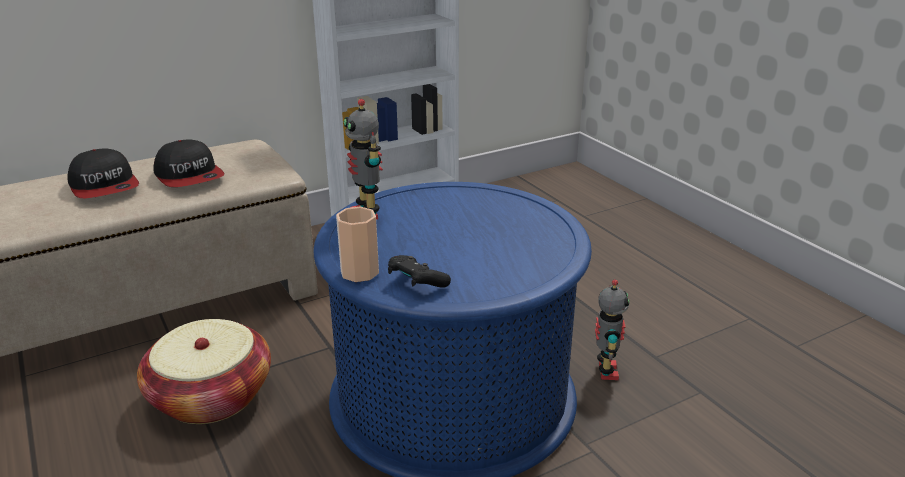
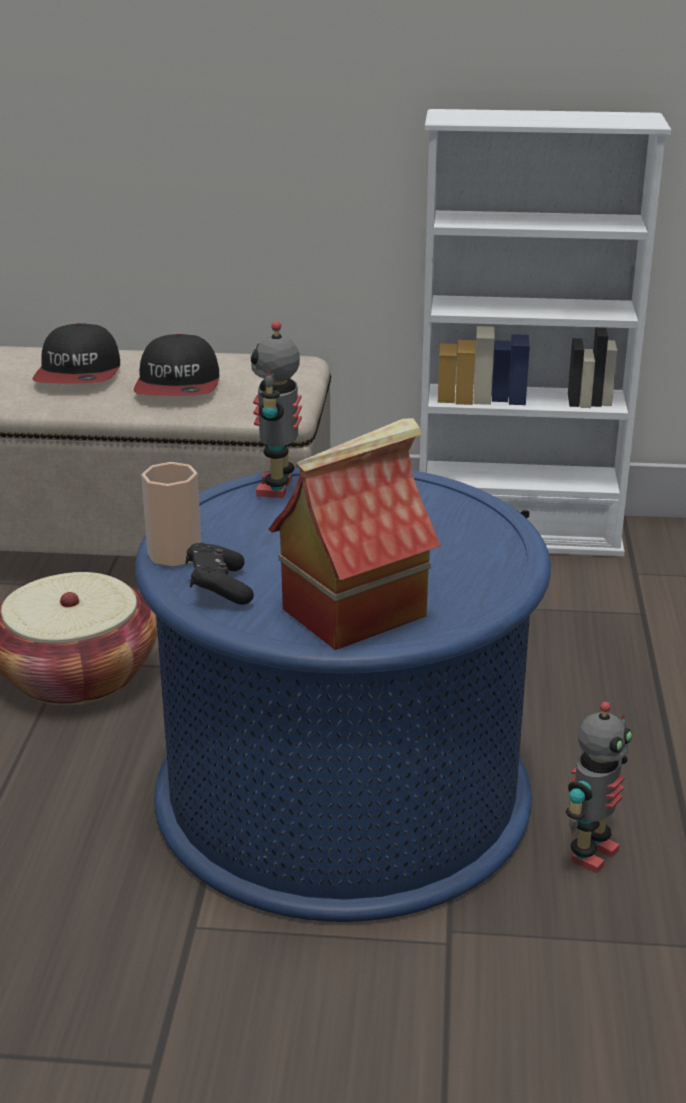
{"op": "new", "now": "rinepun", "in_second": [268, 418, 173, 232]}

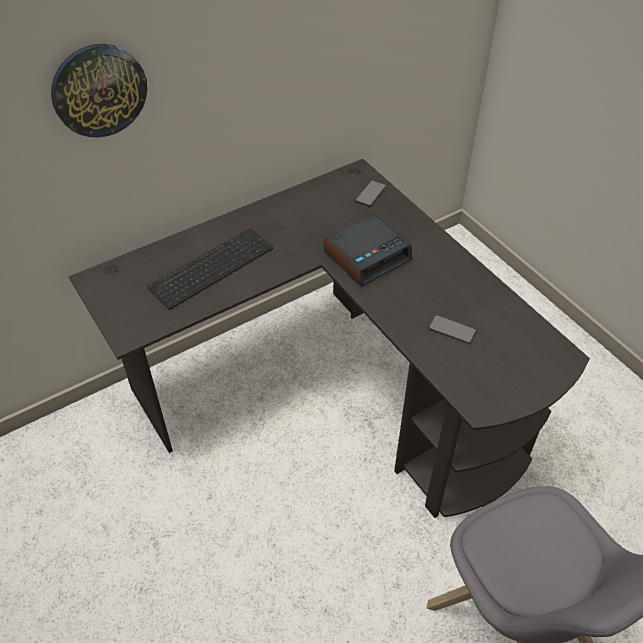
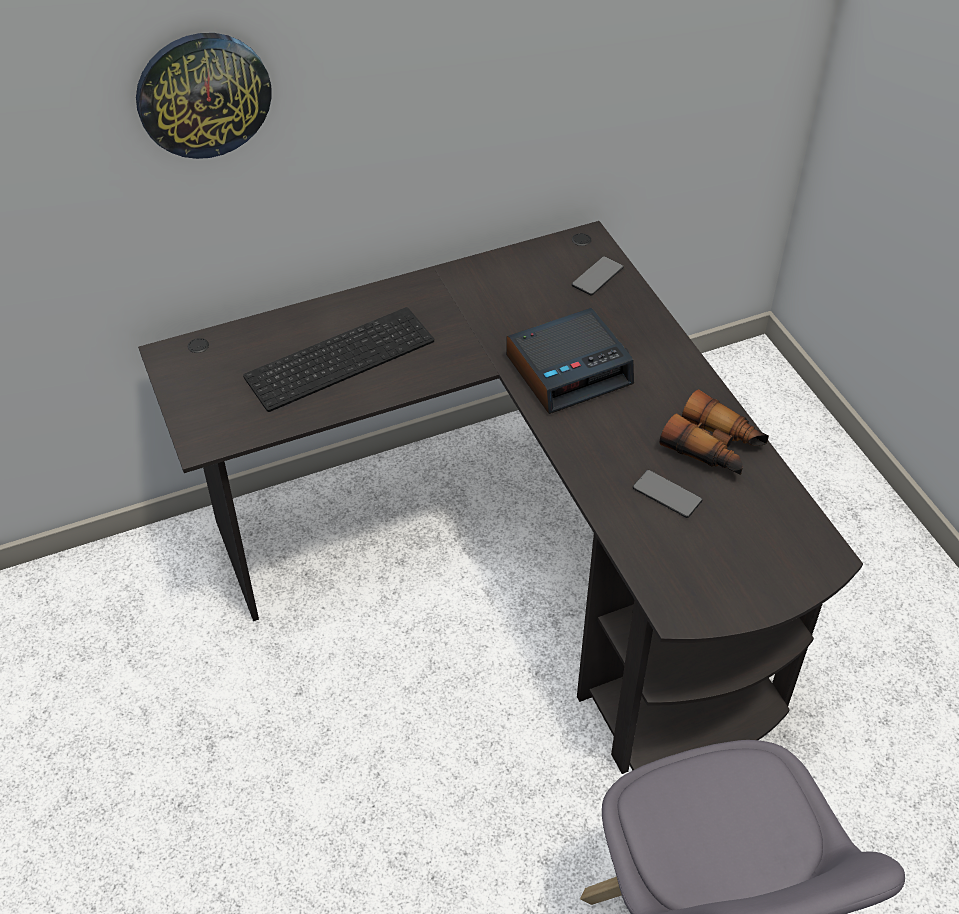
{"op": "new", "now": "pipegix", "in_second": [660, 389, 109, 86]}

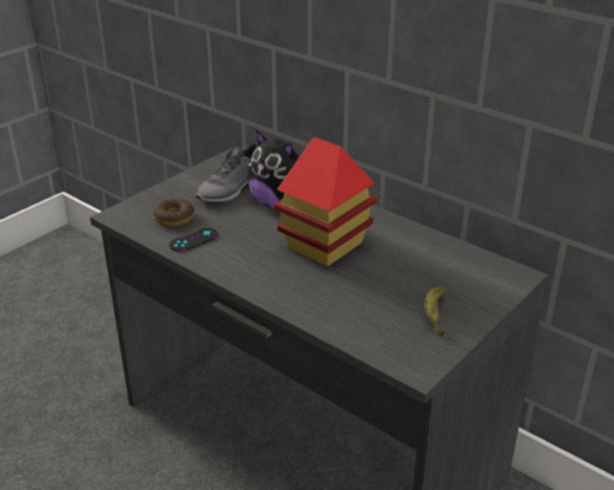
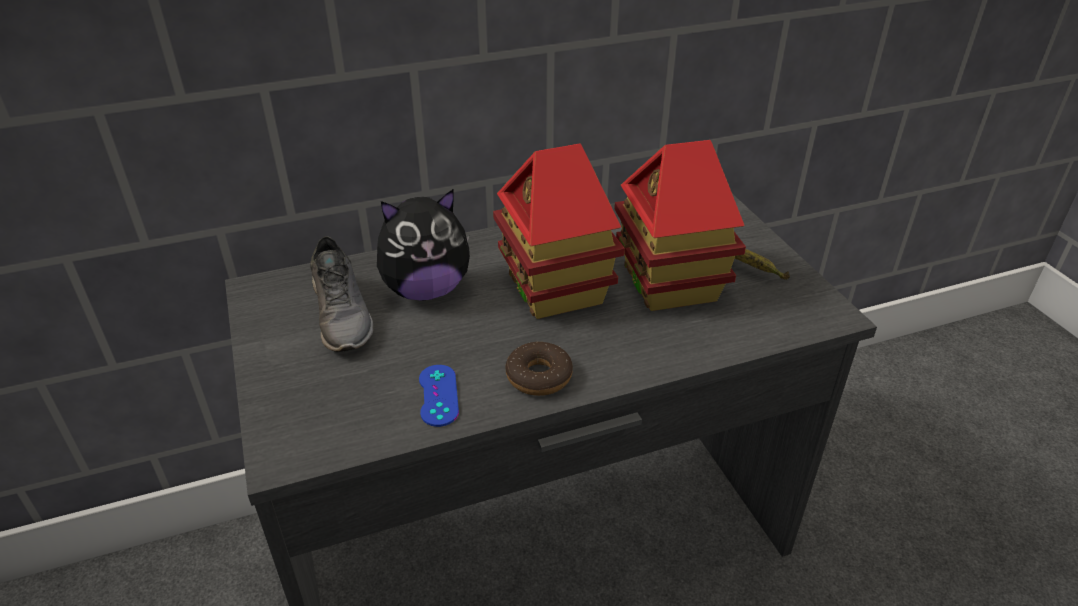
{"op": "repainted", "was": "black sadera", "now": "blue sadera", "in_first": [169, 228, 49, 24], "in_second": [419, 365, 40, 62]}
{"op": "shifted", "was": "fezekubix", "in_first": [153, 198, 41, 29], "in_second": [505, 342, 68, 54]}
{"op": "new", "now": "rinepun", "in_second": [614, 140, 132, 171]}

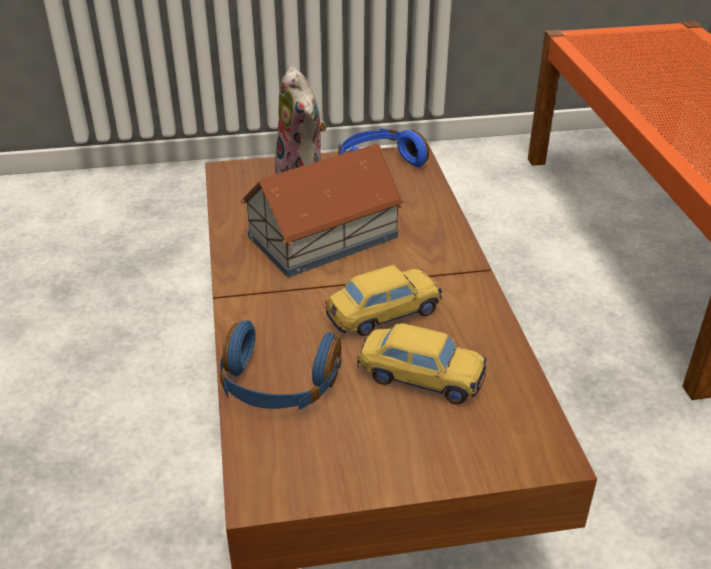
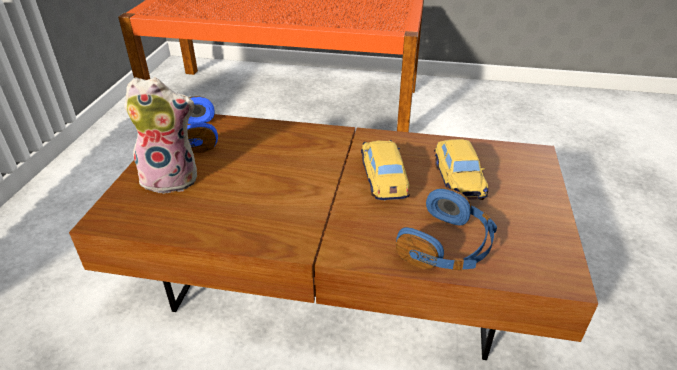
{"op": "rotated", "was": "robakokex", "in_first": [357, 323, 129, 81], "in_second": [434, 139, 54, 61], "clockwise": 135}
{"op": "gone", "was": "rinepun", "in_first": [241, 144, 164, 133]}

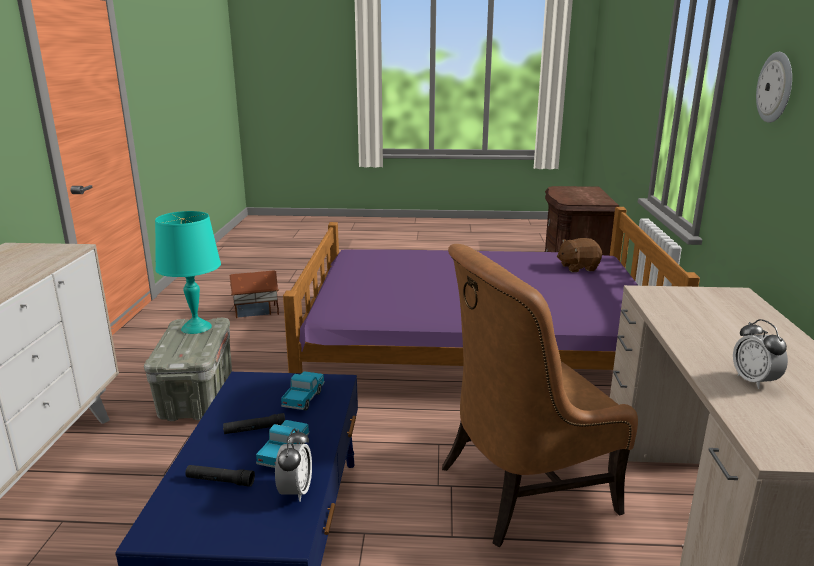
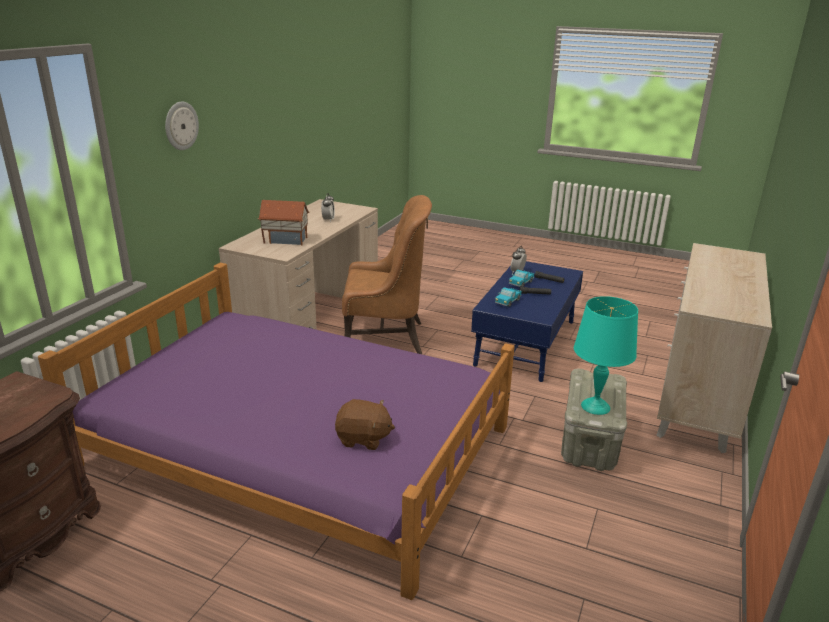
{"op": "shifted", "was": "rinepun", "in_first": [230, 270, 49, 48], "in_second": [258, 200, 51, 45]}
{"op": "shifted", "was": "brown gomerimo", "in_first": [557, 238, 45, 34], "in_second": [335, 399, 60, 51]}

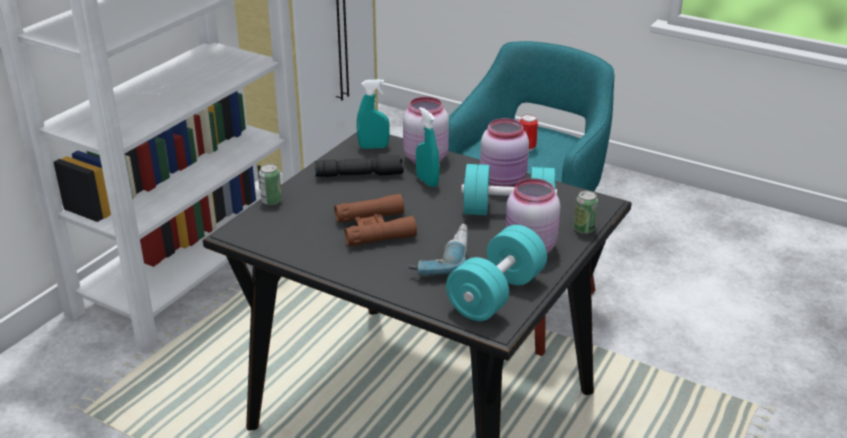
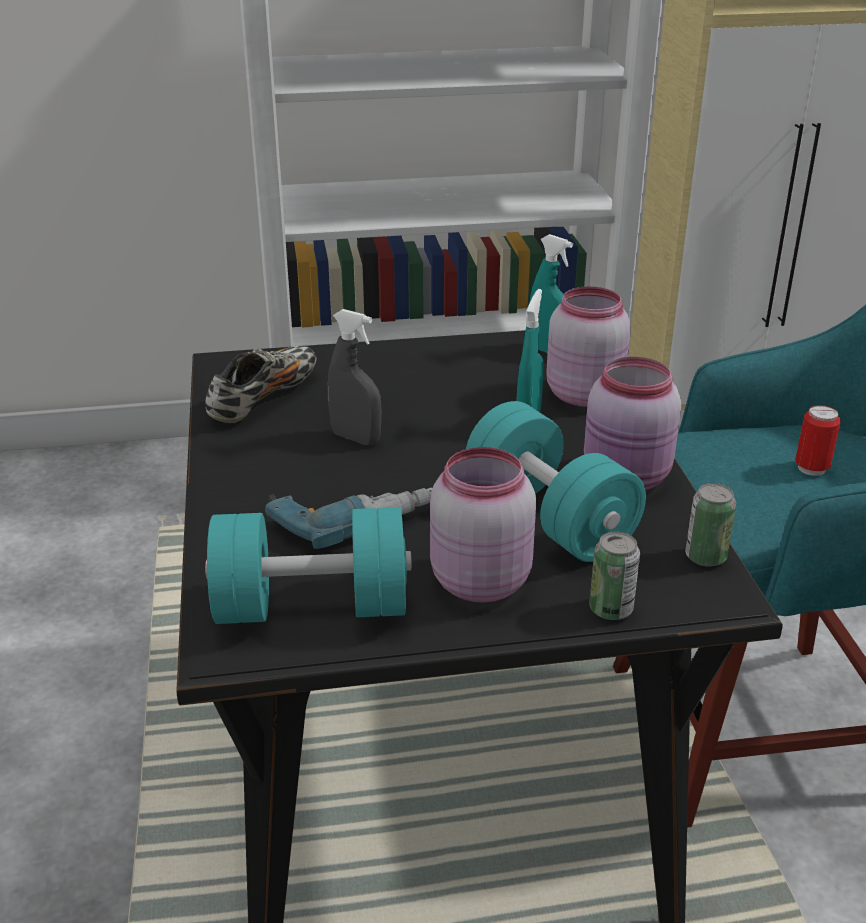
{"op": "new", "now": "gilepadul", "in_second": [205, 346, 112, 77]}
{"op": "swapped", "was": "brown pipegix", "now": "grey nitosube", "in_first": [334, 194, 83, 52], "in_second": [328, 309, 54, 136]}
{"op": "shifted", "was": "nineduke", "in_first": [259, 164, 23, 41], "in_second": [685, 483, 51, 84]}
{"op": "gone", "was": "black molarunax", "in_first": [315, 155, 89, 22]}

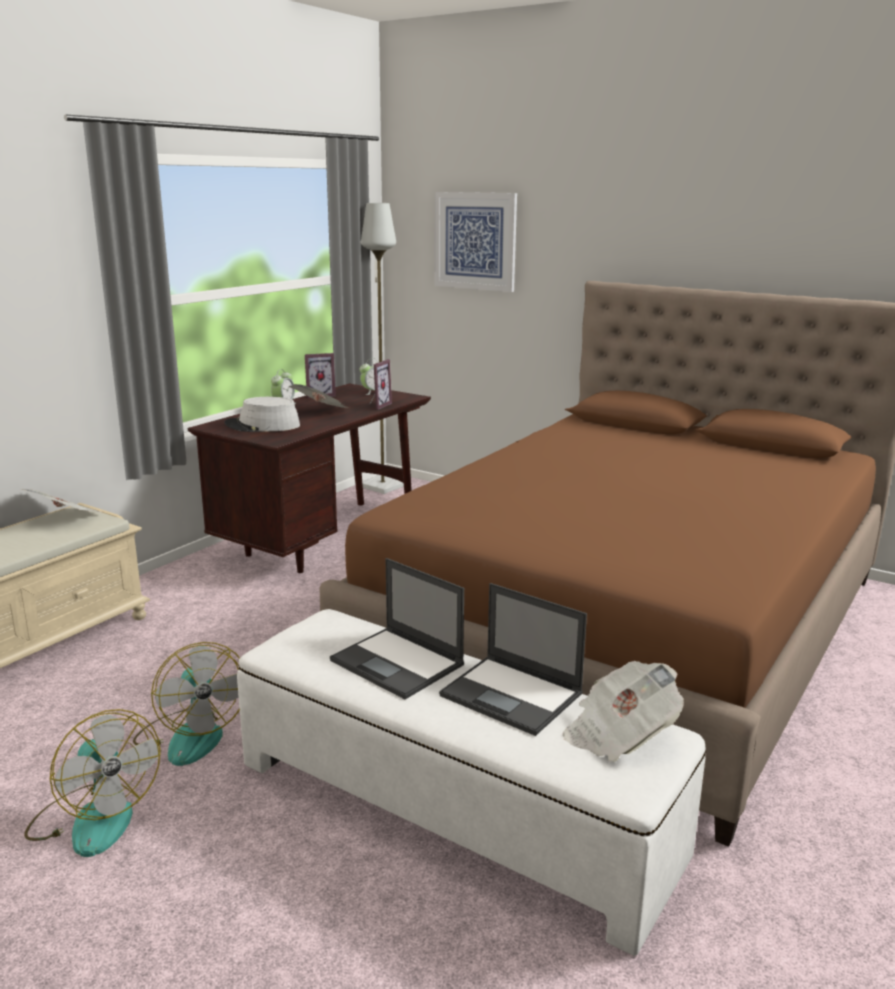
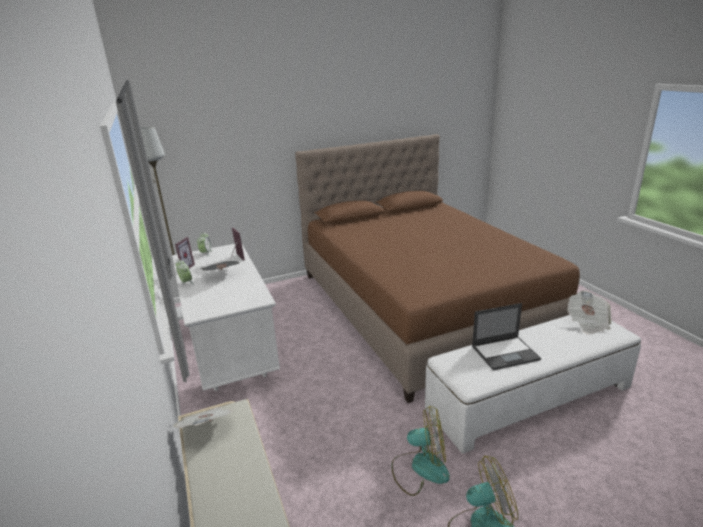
{"op": "repainted", "was": "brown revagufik", "now": "white revagufik", "in_first": [188, 384, 243, 189], "in_second": [172, 244, 108, 147]}
{"op": "gone", "was": "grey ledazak", "in_first": [224, 397, 76, 35]}
{"op": "gone", "was": "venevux", "in_first": [434, 192, 83, 100]}
{"op": "gone", "was": "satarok", "in_first": [439, 583, 148, 153]}

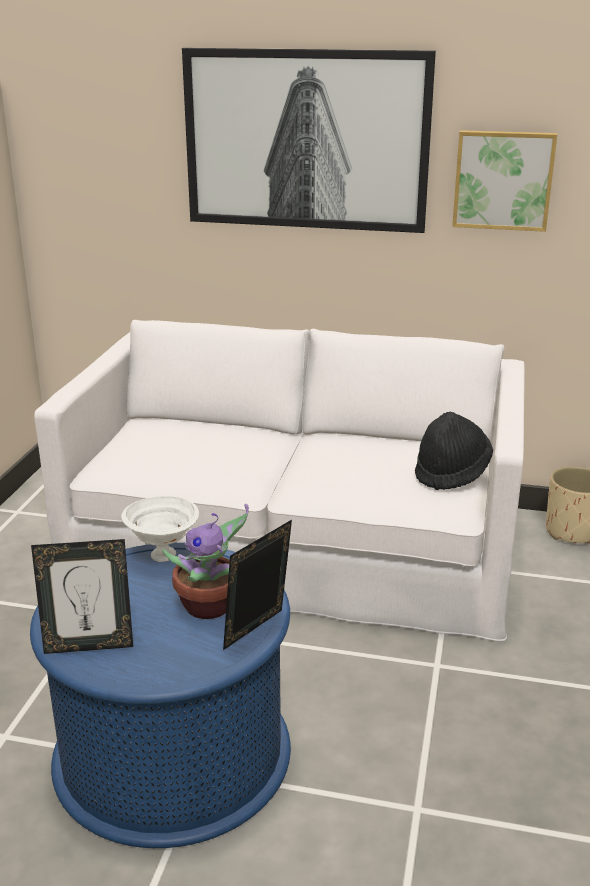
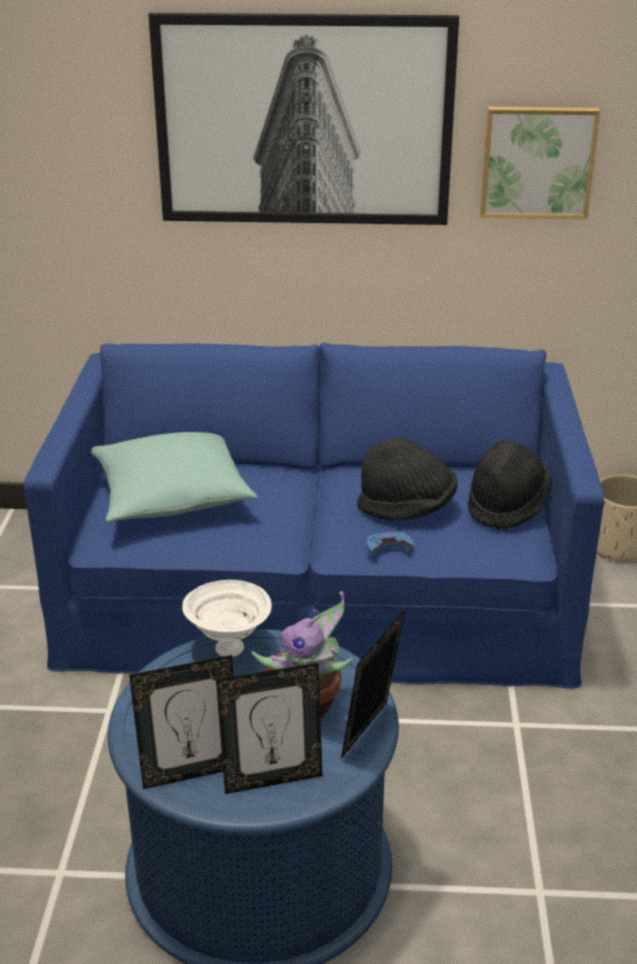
{"op": "repainted", "was": "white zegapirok", "now": "blue zegapirok", "in_first": [34, 320, 491, 322], "in_second": [24, 343, 580, 345]}
{"op": "new", "now": "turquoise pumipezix", "in_second": [91, 432, 166, 90]}
{"op": "new", "now": "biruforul", "in_second": [216, 663, 106, 131]}
{"op": "new", "now": "black ledazak", "in_second": [357, 437, 101, 84]}
{"op": "new", "now": "blue sadera", "in_second": [367, 531, 47, 25]}

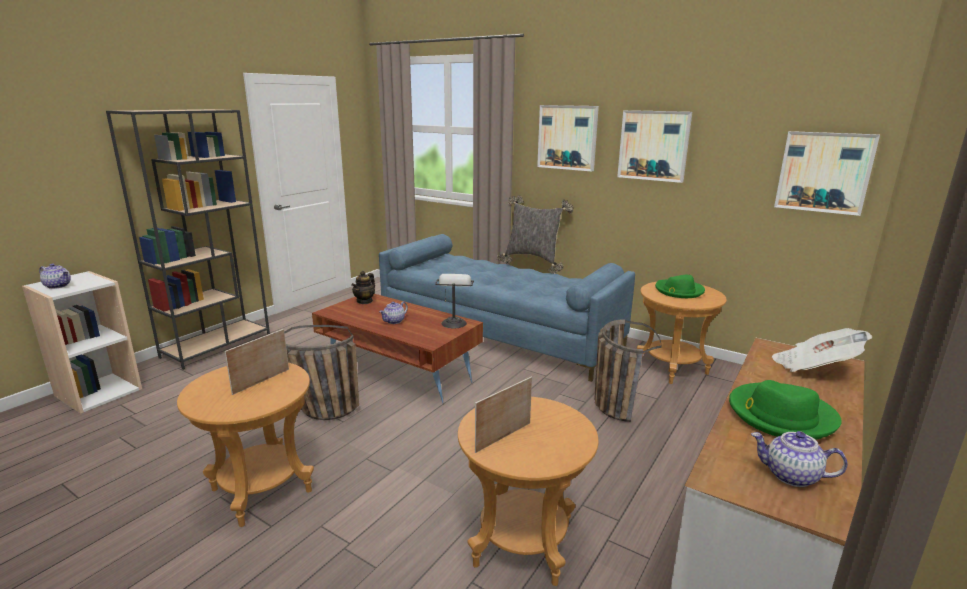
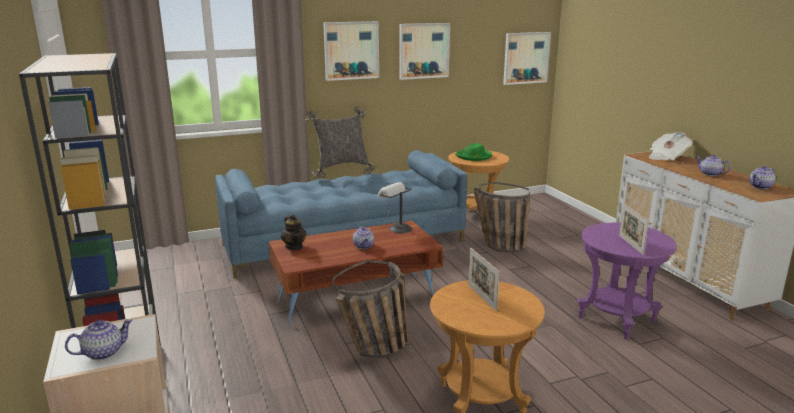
{"op": "repainted", "was": "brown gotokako", "now": "purple gotokako", "in_first": [458, 397, 140, 189], "in_second": [577, 223, 100, 117]}
{"op": "swapped", "was": "green ledazak", "now": "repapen", "in_first": [729, 380, 113, 60], "in_second": [696, 154, 35, 22]}

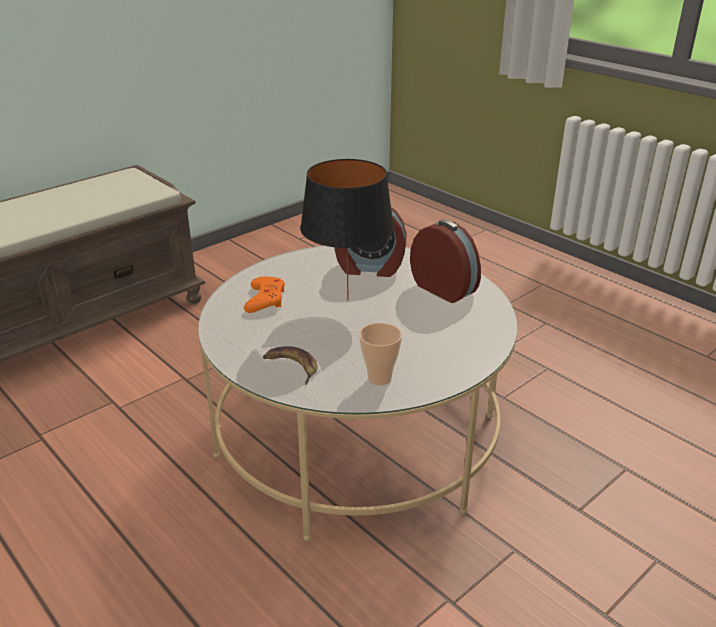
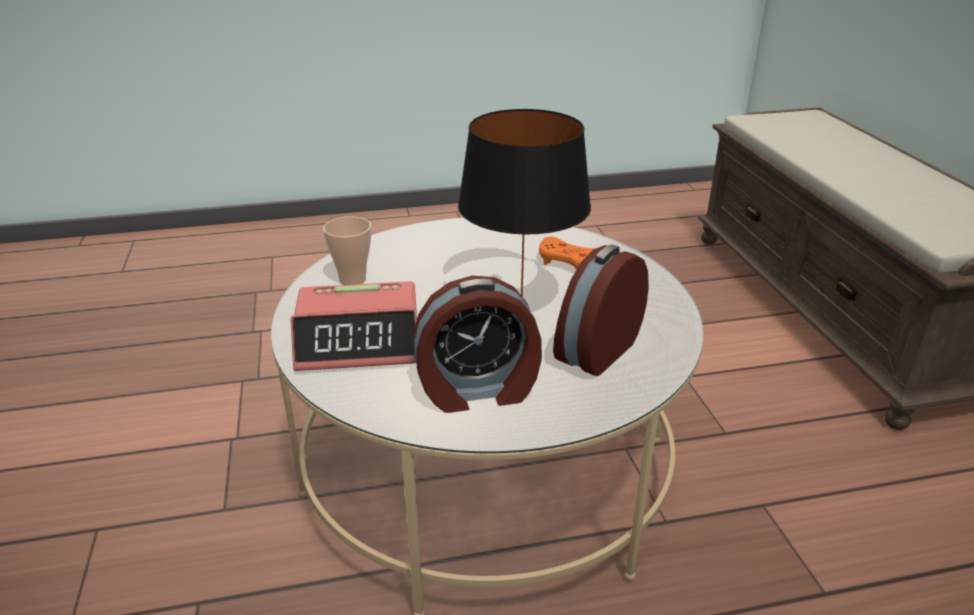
{"op": "new", "now": "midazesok", "in_second": [290, 281, 127, 90]}
{"op": "gone", "was": "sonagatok", "in_first": [263, 346, 54, 39]}

